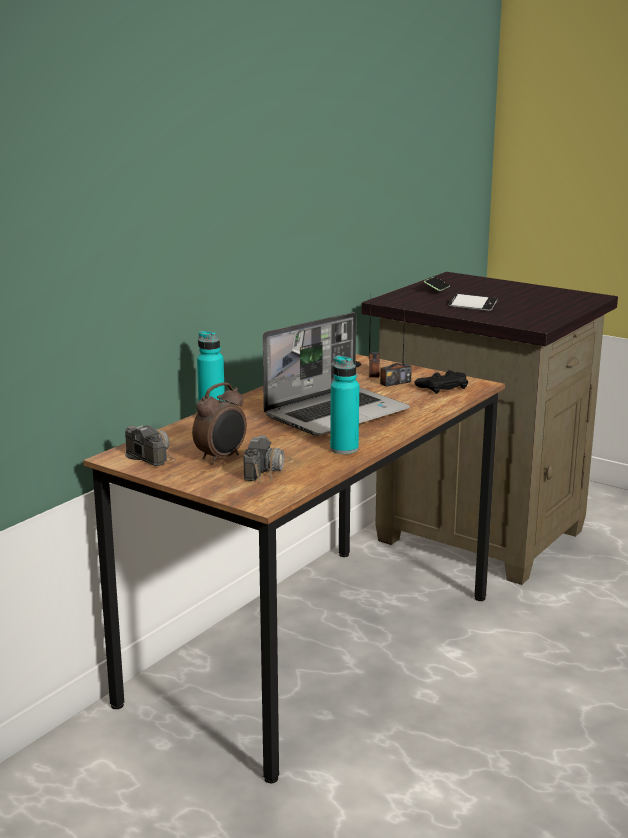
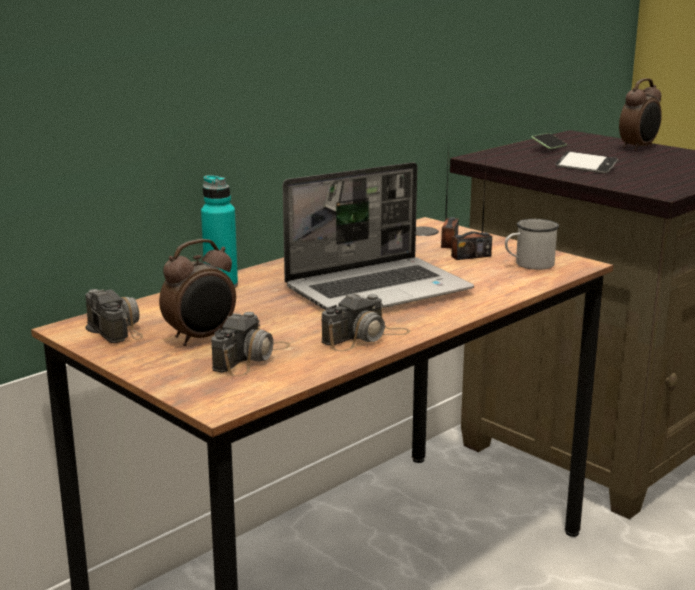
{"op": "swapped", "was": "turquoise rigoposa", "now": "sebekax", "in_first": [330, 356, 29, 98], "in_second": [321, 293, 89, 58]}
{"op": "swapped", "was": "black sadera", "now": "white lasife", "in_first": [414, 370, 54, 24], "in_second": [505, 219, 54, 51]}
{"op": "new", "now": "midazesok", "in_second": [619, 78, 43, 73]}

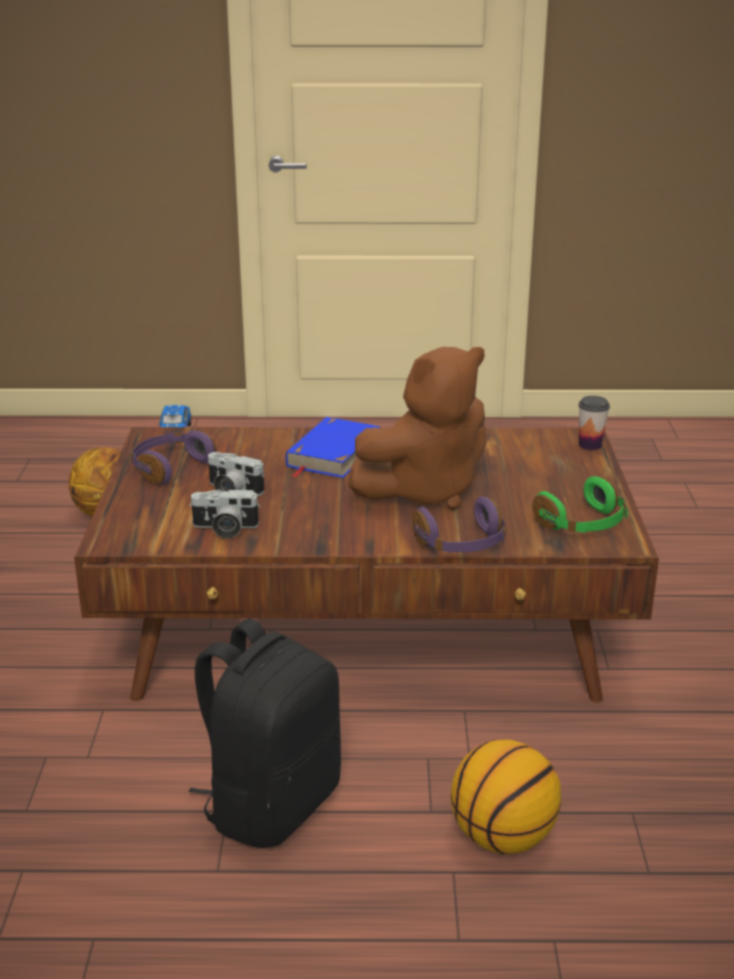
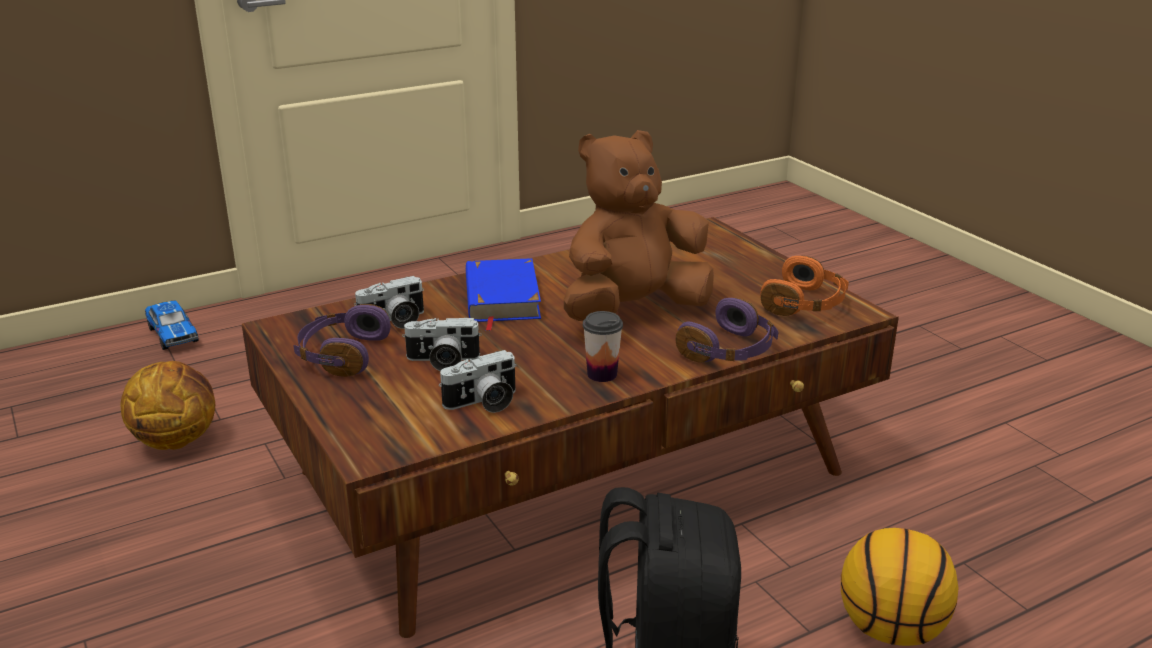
{"op": "new", "now": "sebekax", "in_second": [354, 276, 70, 53]}
{"op": "rotated", "was": "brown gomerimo", "in_first": [348, 347, 138, 163], "in_second": [564, 130, 150, 191], "clockwise": -150}
{"op": "shifted", "was": "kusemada", "in_first": [579, 396, 31, 54], "in_second": [583, 311, 40, 71]}
{"op": "repainted", "was": "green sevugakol", "now": "orange sevugakol", "in_first": [533, 477, 95, 56], "in_second": [760, 256, 89, 60]}

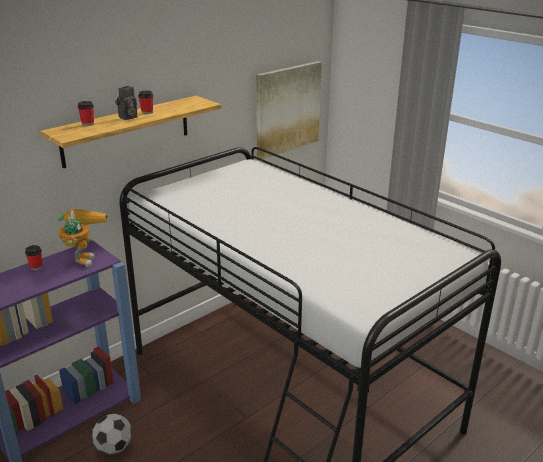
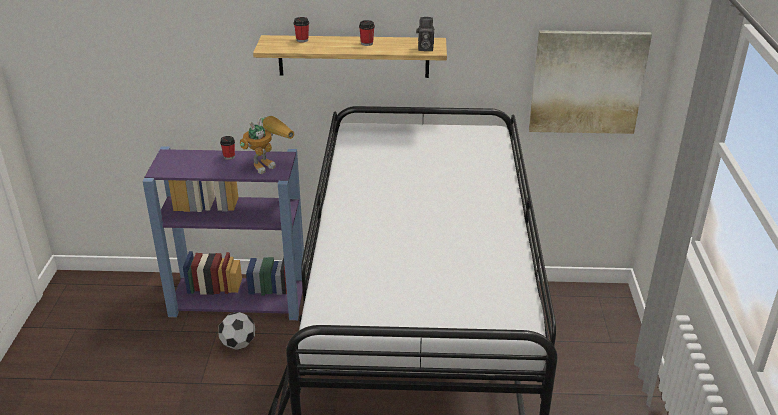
{"op": "shifted", "was": "sebekax", "in_first": [115, 86, 23, 34], "in_second": [416, 17, 18, 34]}

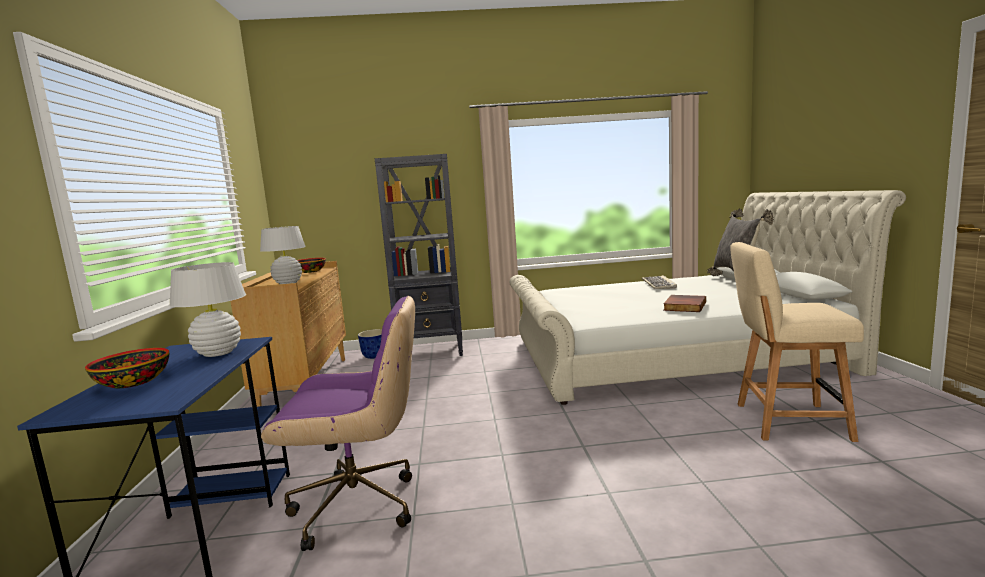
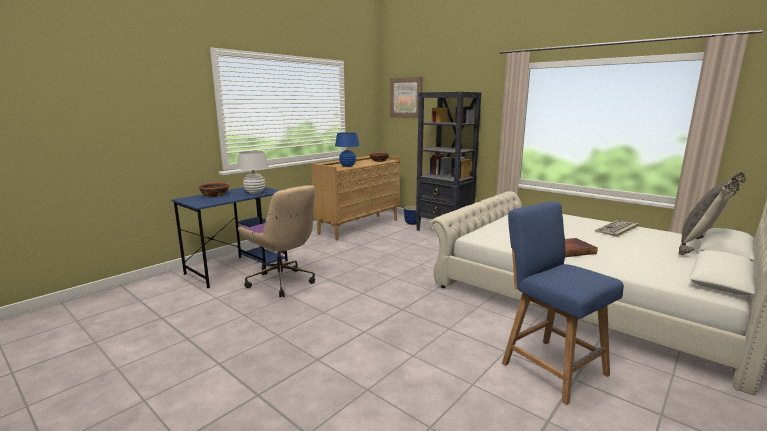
{"op": "repainted", "was": "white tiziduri", "now": "blue tiziduri", "in_first": [260, 226, 46, 58], "in_second": [335, 133, 25, 34]}
{"op": "new", "now": "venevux", "in_second": [390, 77, 33, 41]}
{"op": "repainted", "was": "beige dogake", "now": "blue dogake", "in_first": [730, 242, 134, 200], "in_second": [502, 201, 122, 204]}

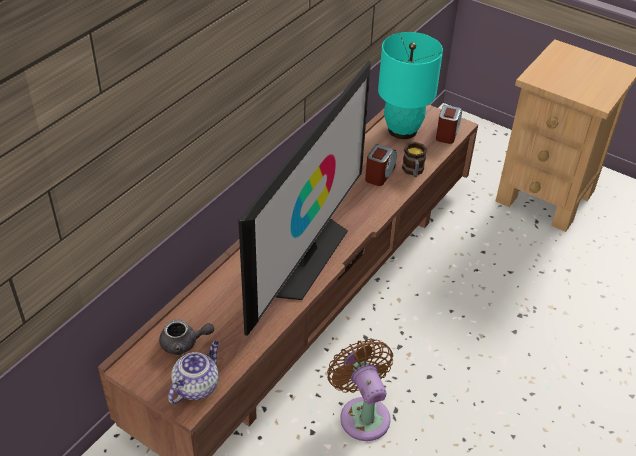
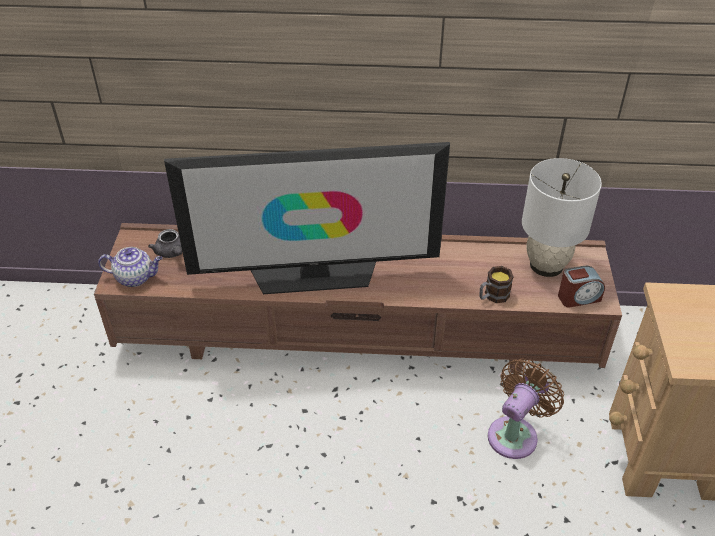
{"op": "shifted", "was": "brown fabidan", "in_first": [327, 339, 66, 102], "in_second": [488, 358, 76, 101]}
{"op": "repainted", "was": "turquoise tiziduri", "now": "white tiziduri", "in_first": [378, 32, 65, 107], "in_second": [522, 158, 80, 119]}
{"op": "gone", "was": "midazesok", "in_first": [365, 144, 32, 42]}

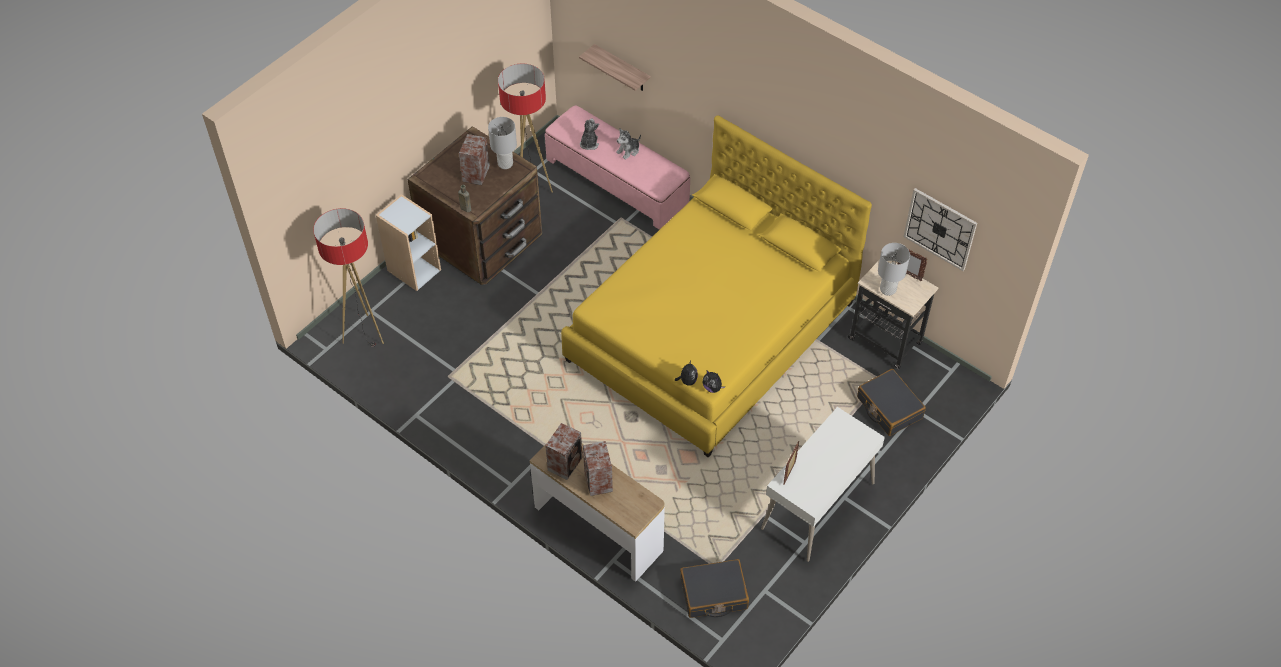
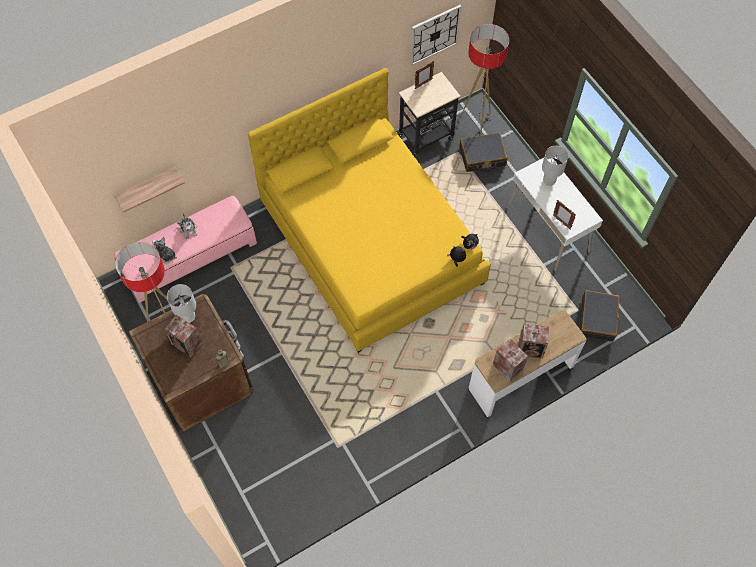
{"op": "shifted", "was": "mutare", "in_first": [313, 208, 71, 139], "in_second": [460, 24, 49, 112]}
{"op": "shifted", "was": "grey tiziduri", "in_first": [878, 243, 32, 53], "in_second": [542, 146, 26, 40]}
{"op": "gone", "was": "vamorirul", "in_first": [376, 194, 65, 97]}

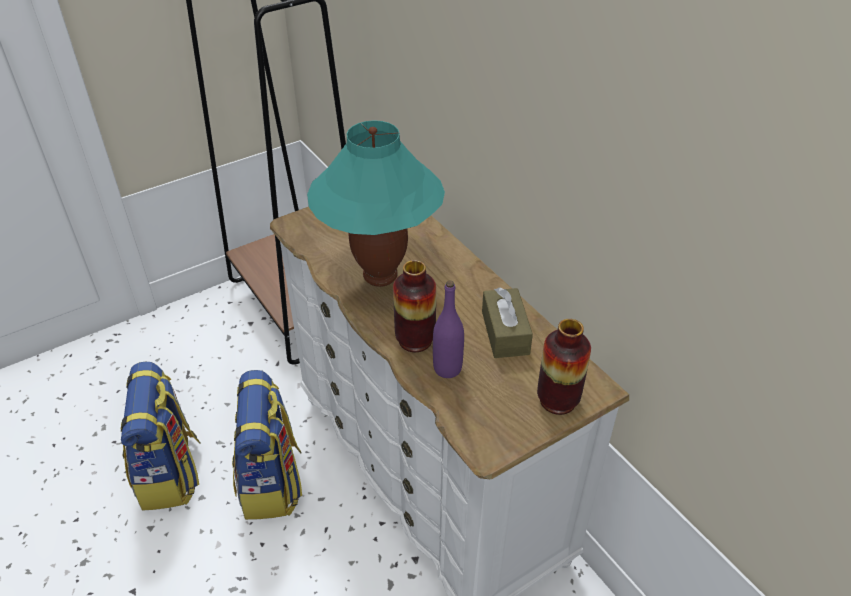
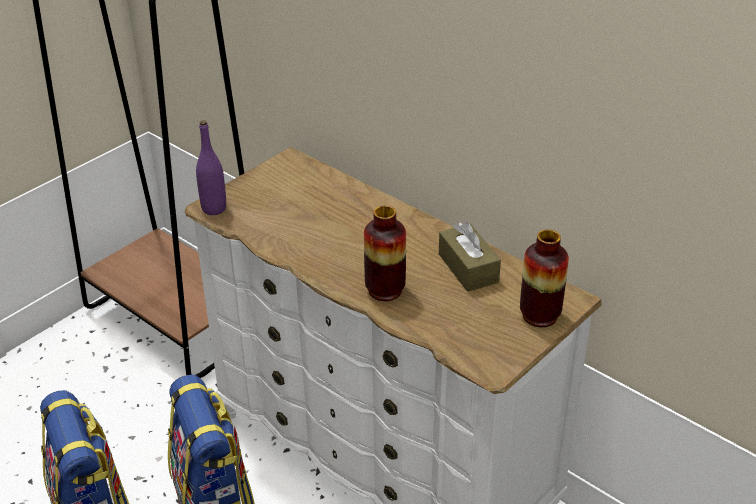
{"op": "shifted", "was": "purple rigoposa", "in_first": [433, 280, 31, 98], "in_second": [196, 120, 30, 95]}
{"op": "gone", "was": "turquoise tiziduri", "in_first": [307, 120, 138, 167]}

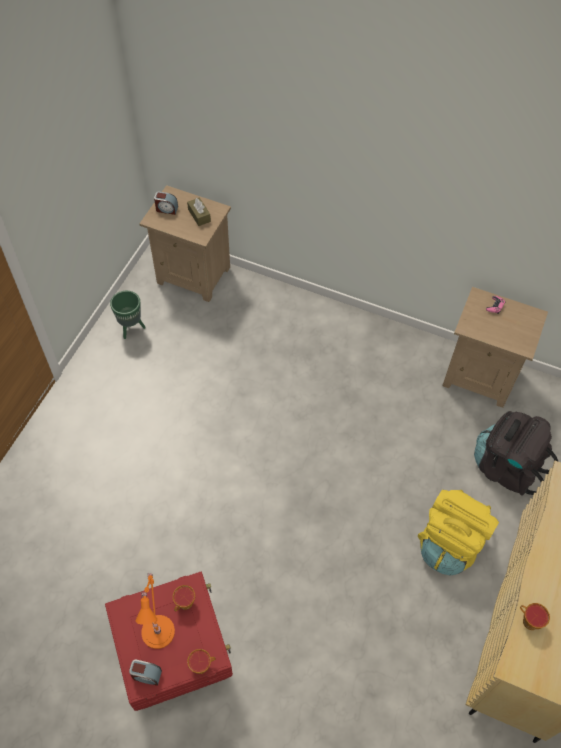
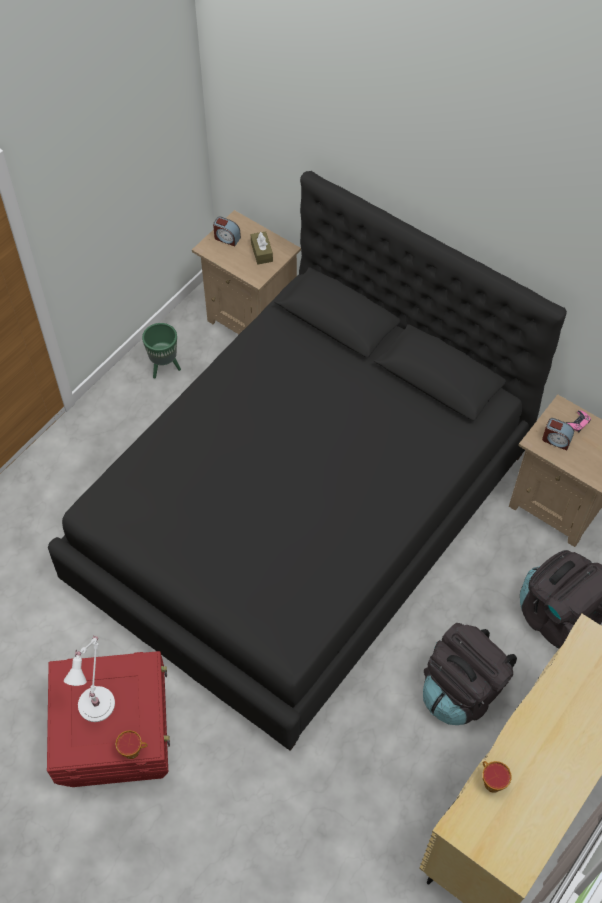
{"op": "new", "now": "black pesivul", "in_second": [48, 171, 519, 580]}
{"op": "repainted", "was": "orange tiziduri", "now": "white tiziduri", "in_first": [136, 573, 39, 76], "in_second": [64, 635, 51, 87]}
{"op": "repainted", "was": "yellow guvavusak", "now": "black guvavusak", "in_first": [418, 490, 81, 86], "in_second": [423, 623, 94, 102]}
{"op": "shifted", "was": "midazesok", "in_first": [129, 659, 33, 27], "in_second": [542, 418, 32, 33]}
{"op": "gone", "was": "kusemada", "in_first": [173, 585, 22, 27]}

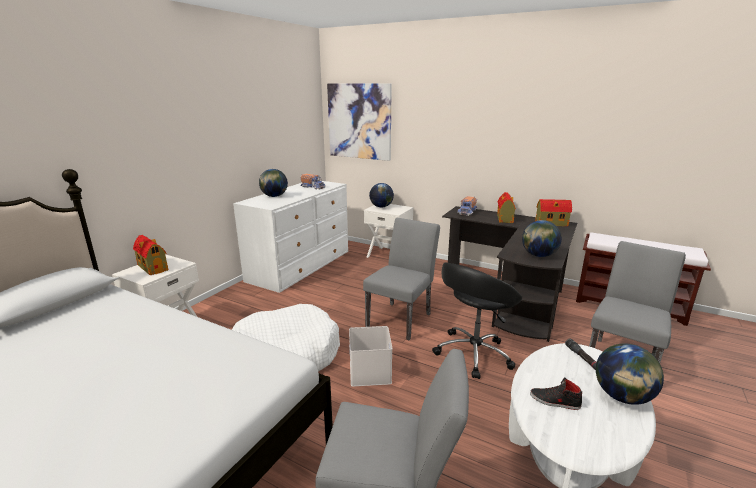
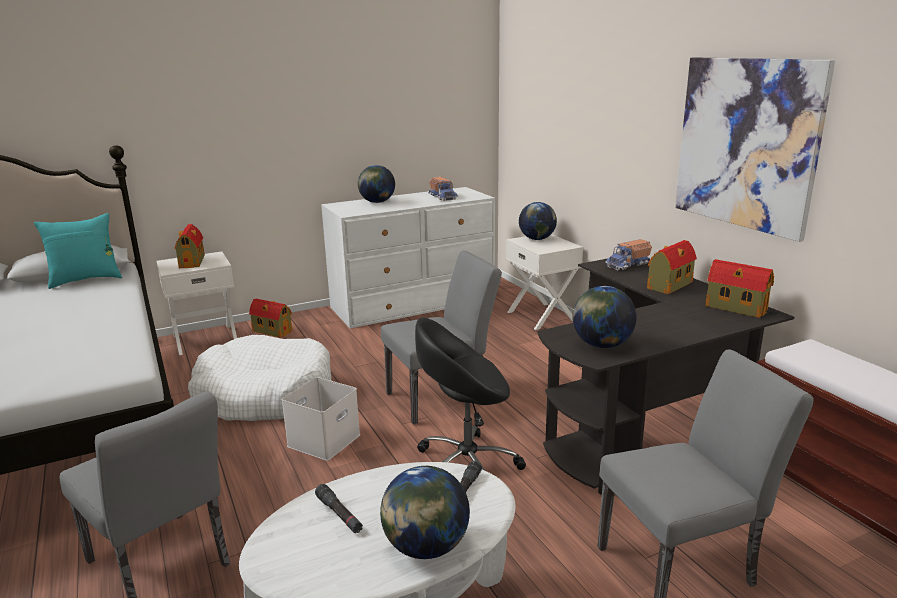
{"op": "new", "now": "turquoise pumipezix", "in_second": [34, 213, 88, 76]}
{"op": "new", "now": "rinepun", "in_second": [249, 298, 43, 40]}
{"op": "swapped", "was": "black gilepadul", "now": "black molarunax", "in_first": [530, 377, 52, 33], "in_second": [315, 484, 48, 49]}
{"op": "shifted", "was": "venevux", "in_first": [327, 83, 65, 78], "in_second": [675, 58, 160, 184]}

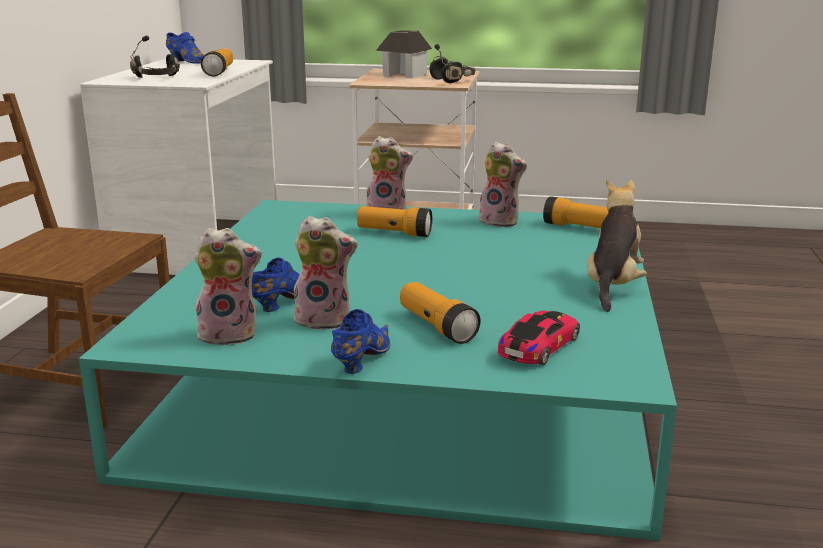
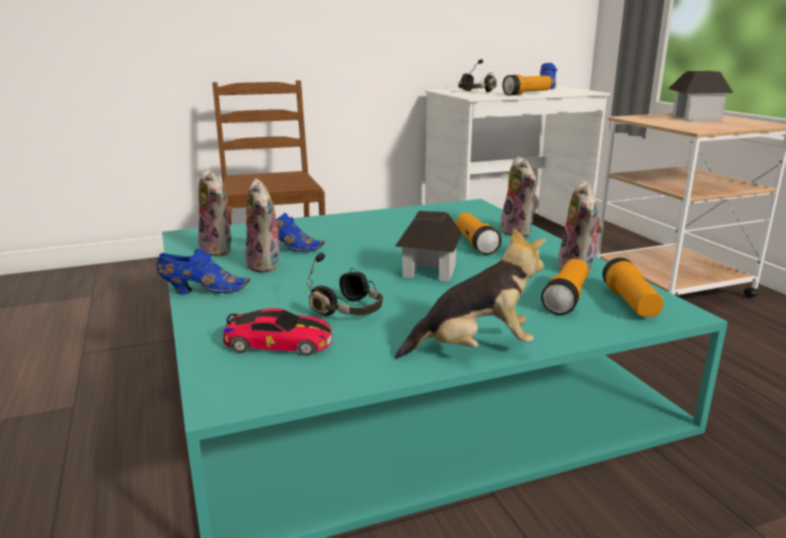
{"op": "shifted", "was": "black sevugakol", "in_first": [429, 44, 47, 39], "in_second": [306, 253, 77, 63]}
{"op": "new", "now": "rinepun", "in_second": [395, 211, 67, 71]}
{"op": "shifted", "was": "molarunax", "in_first": [400, 282, 81, 62], "in_second": [541, 259, 47, 56]}

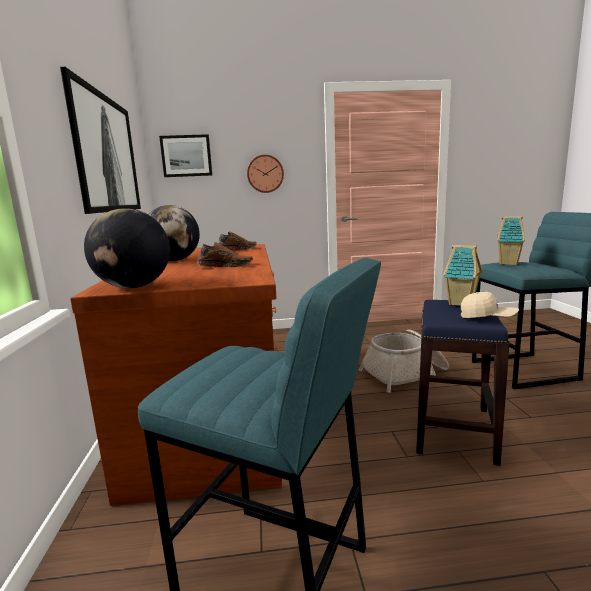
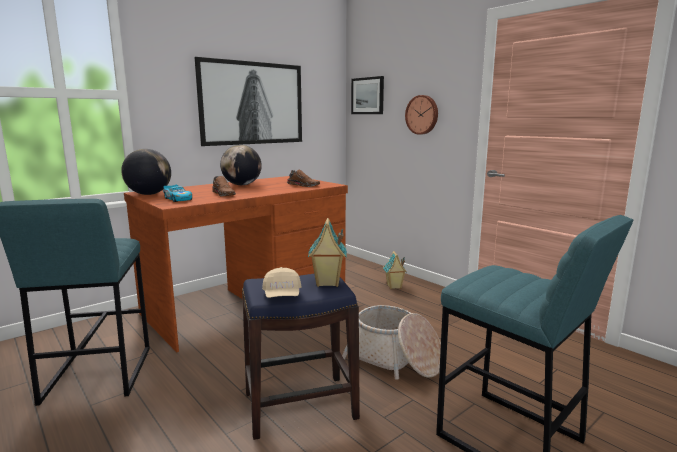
{"op": "new", "now": "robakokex", "in_second": [163, 185, 29, 17]}
{"op": "shifted", "was": "rinepun", "in_first": [497, 216, 28, 49], "in_second": [383, 251, 24, 38]}

